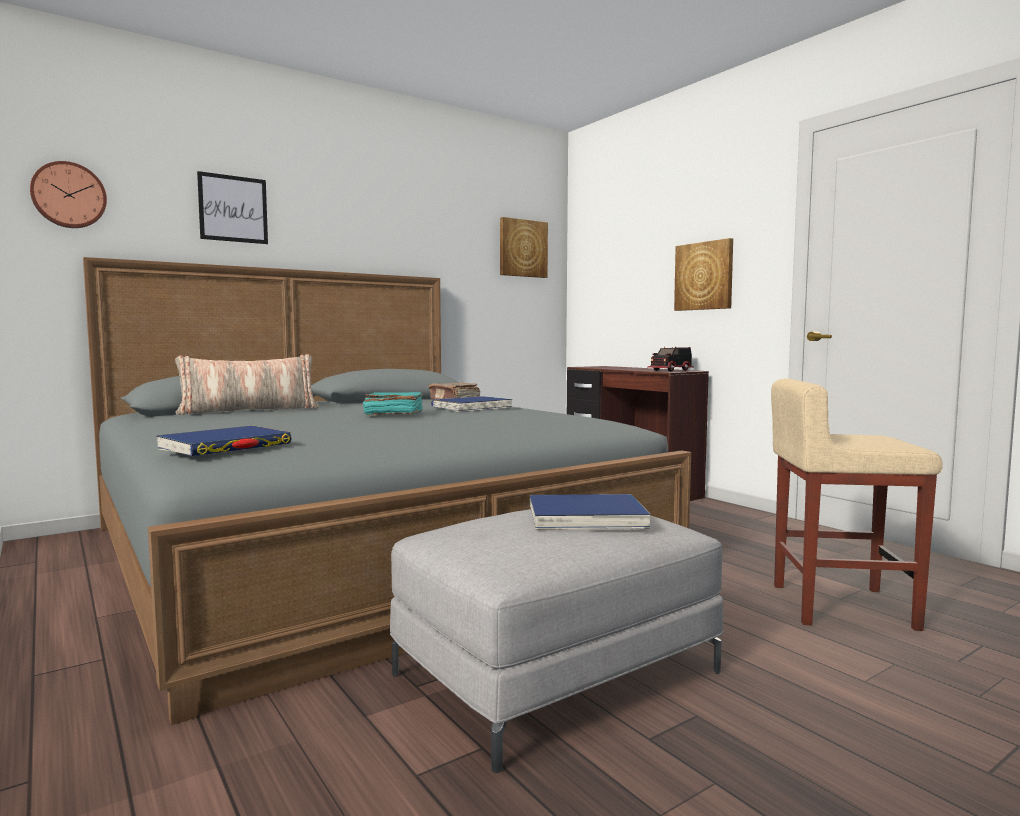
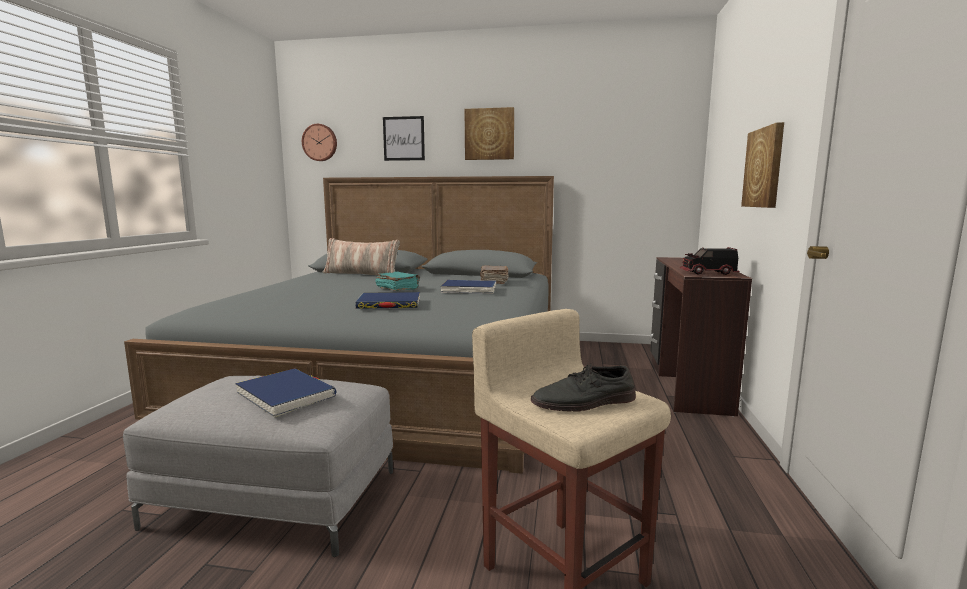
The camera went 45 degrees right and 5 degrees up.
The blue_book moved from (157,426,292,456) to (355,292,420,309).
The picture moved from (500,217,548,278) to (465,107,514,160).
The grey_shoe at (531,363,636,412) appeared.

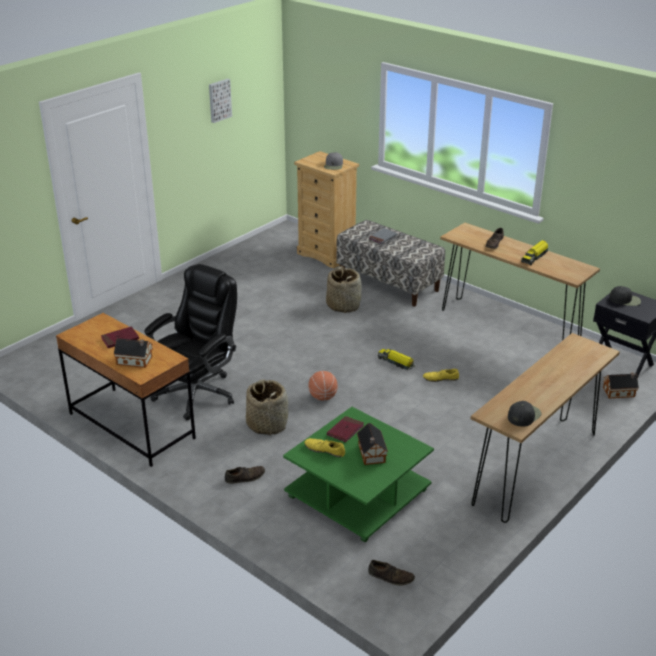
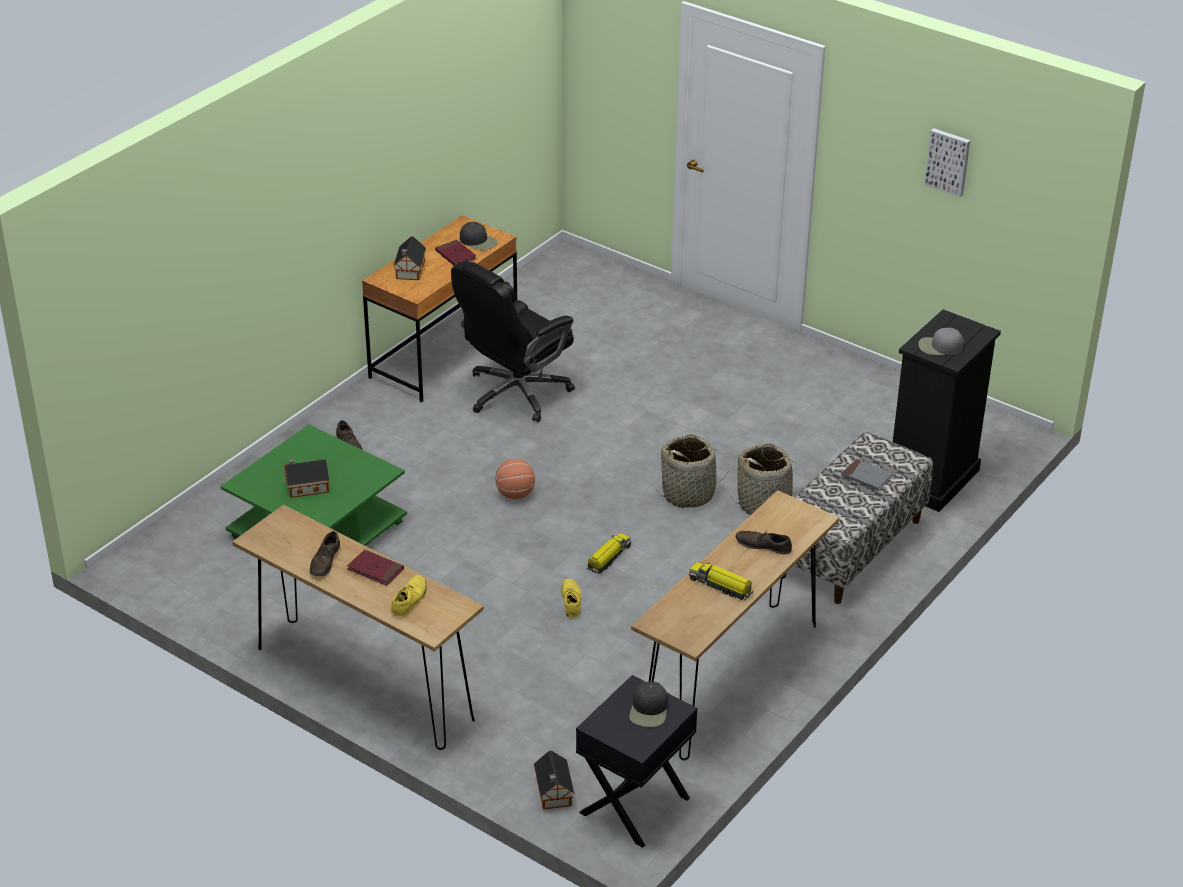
The camera went 85 degrees right and 5 degrees up.
The black_office_chair at (144,264,237,420) turned 105 degrees clockwise.
The basket moved from (246,379,288,435) to (656,434,729,508).
The beige_dresser at (294,151,359,269) became the black_dresser at (893,309,1001,512).
The yellow_shoe moved from (304,438,345,457) to (391,575,427,617).
The red_book moved from (327,416,364,442) to (347,550,404,586).
The brown_shoe moved from (368,560,415,586) to (310,531,340,576).
The black_cap moved from (508,401,541,427) to (460,222,498,250).

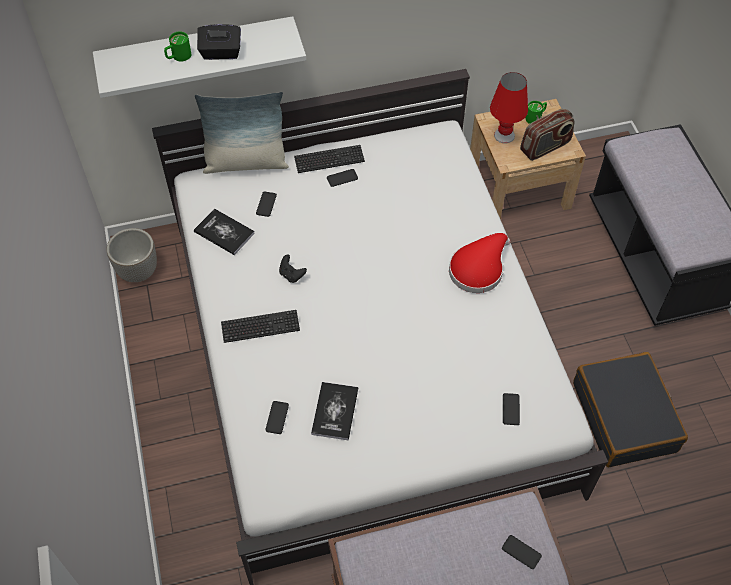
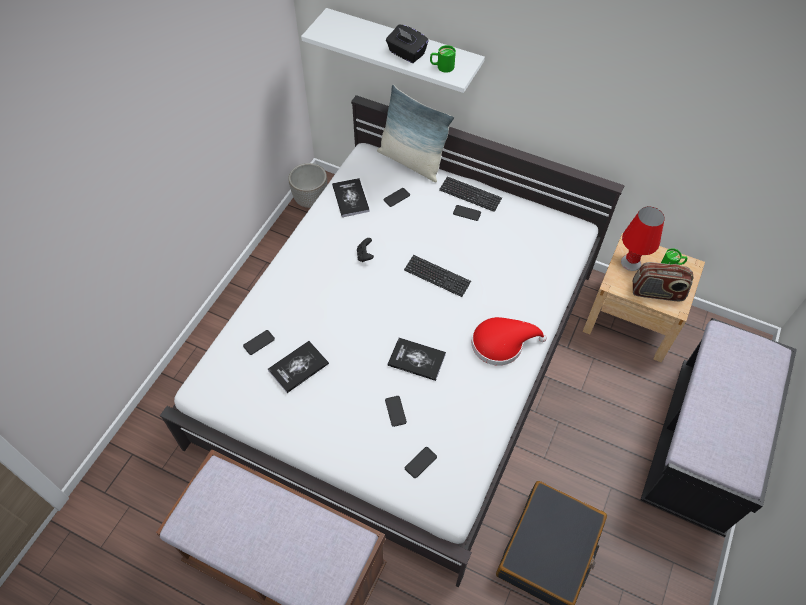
The camera went 40 degrees right and 0 degrees up.
The green_mug moved from (164,32,191,61) to (430,45,456,73).
The keyboard moved from (221,310,300,343) to (404,255,471,297).
The phone moved from (502,535,542,569) to (385,396,407,427).
The book at (388,338,446,381) appeared.

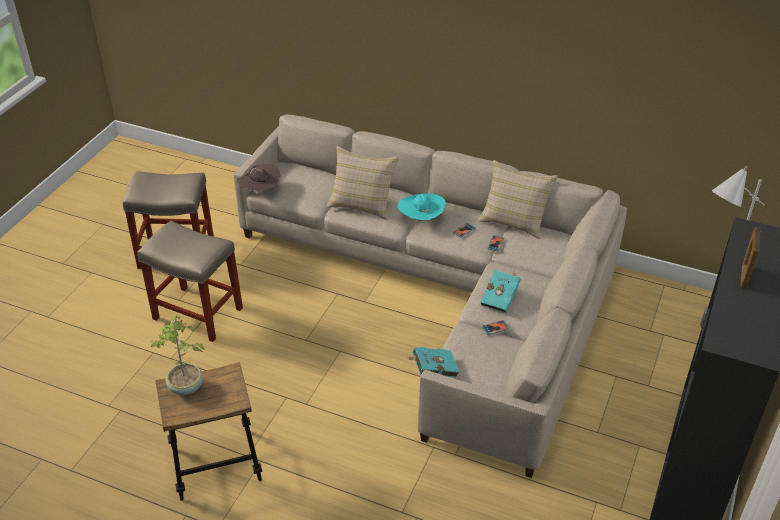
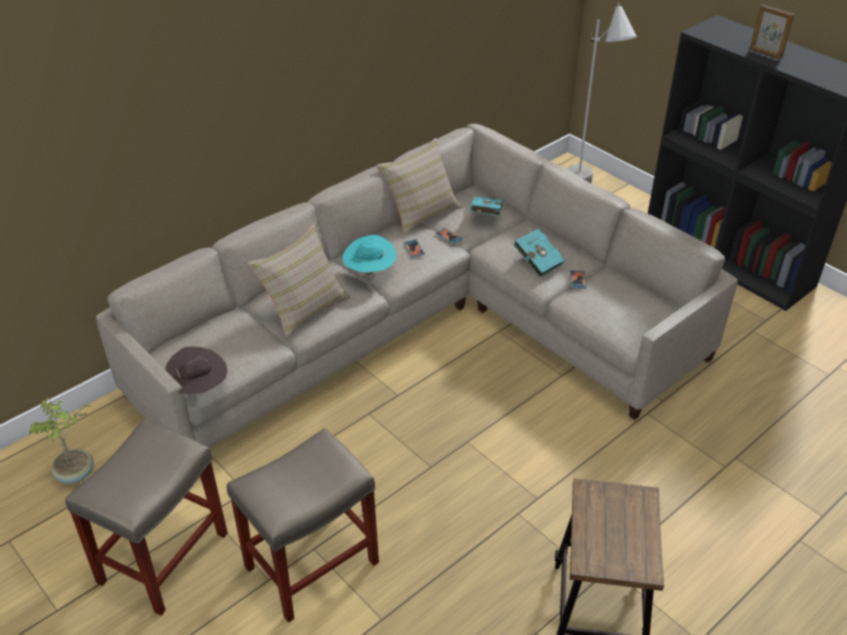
The camera went 65 degrees left and 0 degrees up.
The potted_plant moved from (150,315,205,395) to (29,397,94,484).
The turquoise_book moved from (407,347,459,377) to (470,196,503,216).

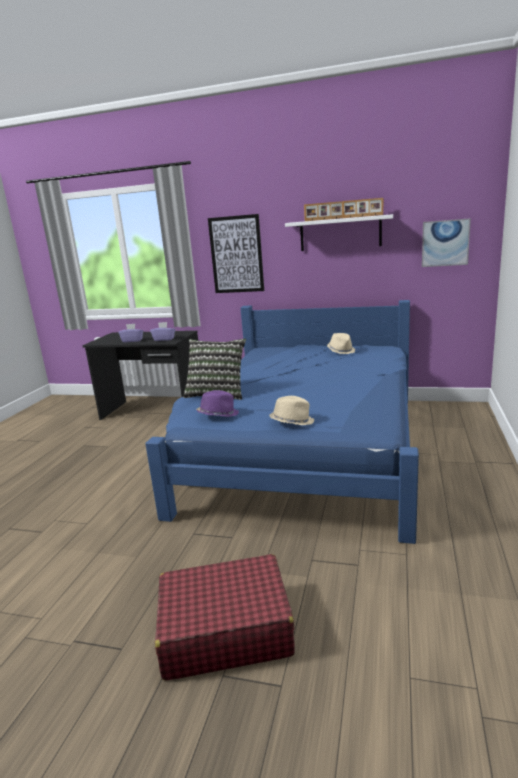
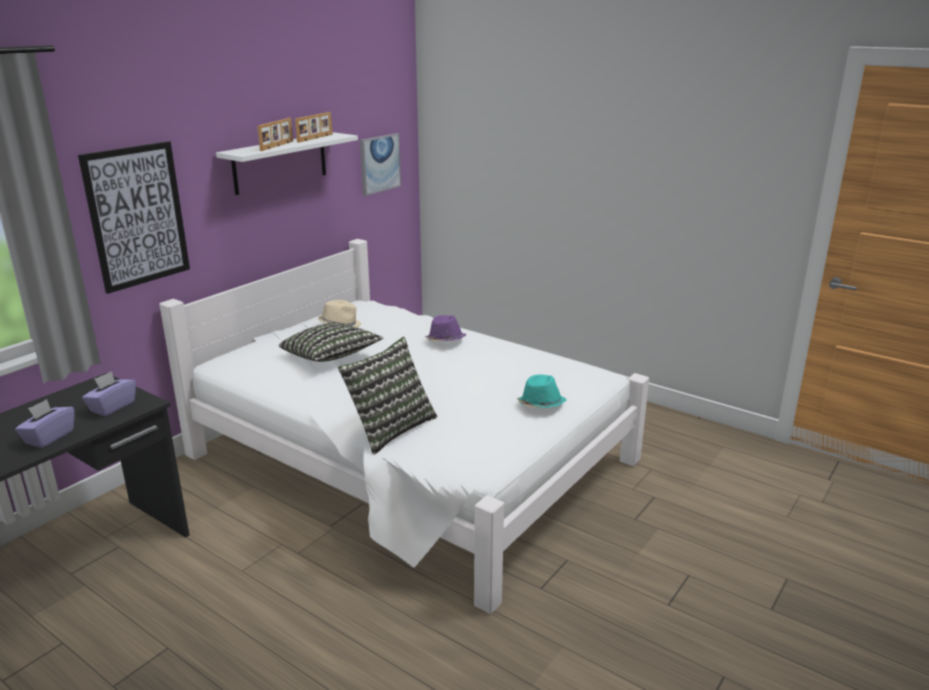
The camera went 70 degrees left and 5 degrees up.
The blue_bed at (145,300,419,544) became the white_bed at (159,239,649,614).
The red_suitcase at (155,554,295,681) disappeared.
The purple_hat moved from (196,390,239,417) to (425,315,466,341).
The beige_hat at (269,396,314,425) became the turquoise_hat at (517,375,566,408).
The pillow at (279,322,383,362) appeared.

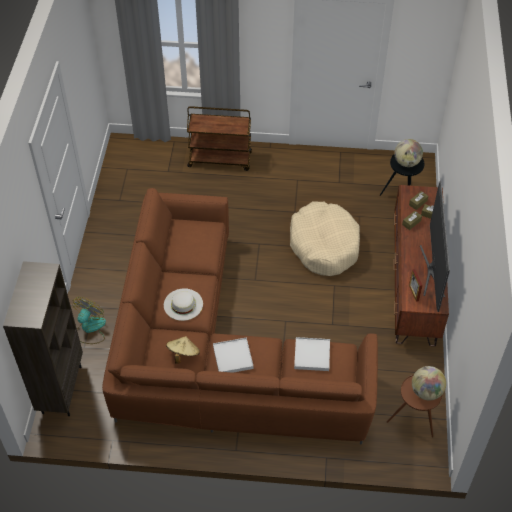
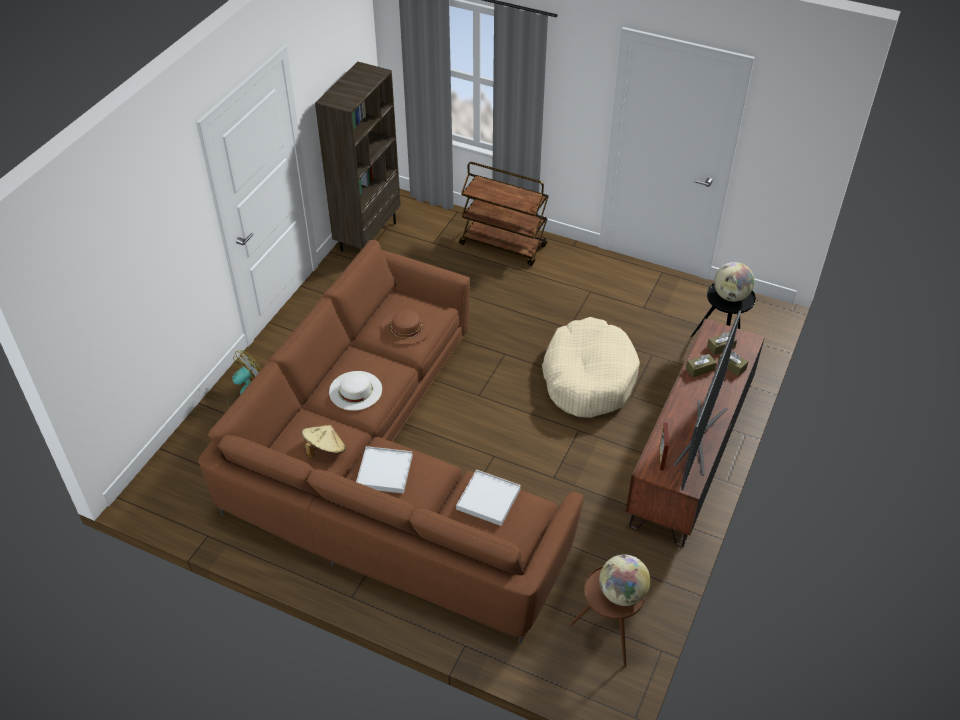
The camera went 20 degrees right and 5 degrees down.
The brown_bookcase moved from (3,261,83,416) to (315,61,401,252).
The brown_hat at (381,309,432,345) appeared.

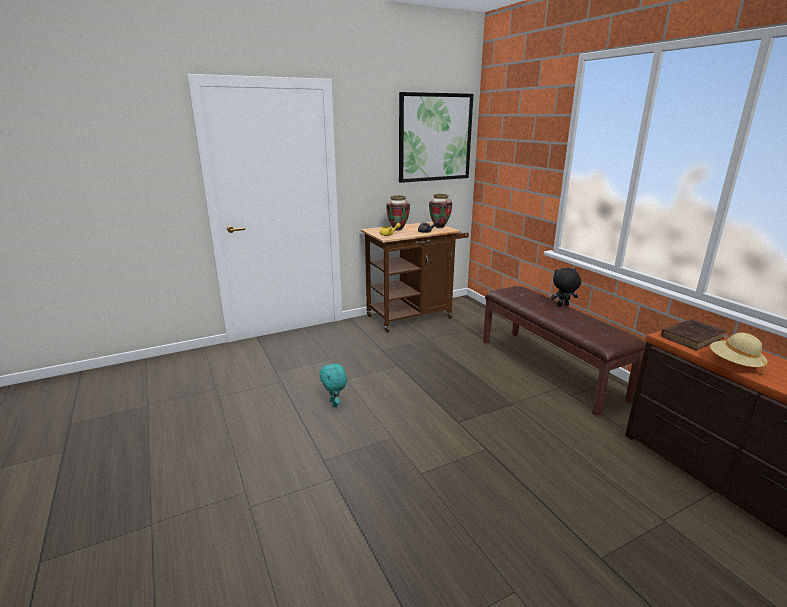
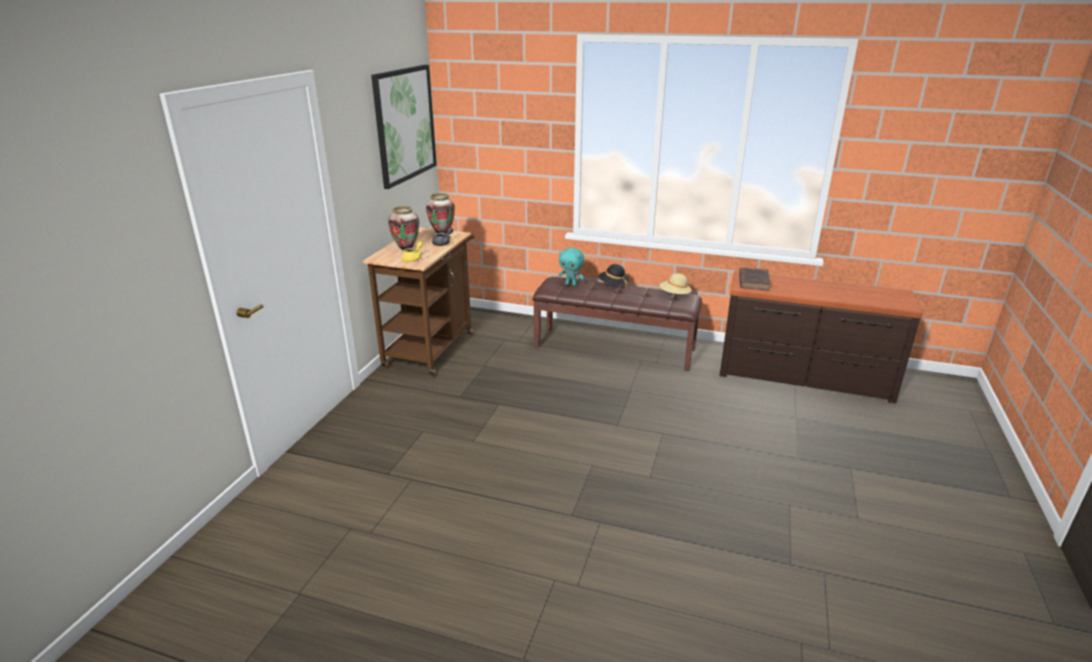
The camera went 45 degrees left and 5 degrees up.
The turquoise_plush_toy moved from (319,364,347,407) to (558,248,584,286).
The black_plush_toy at (551,268,581,306) was replaced by the black_hat at (598,264,629,289).
The beige_hat moved from (710,333,768,375) to (660,273,692,294).

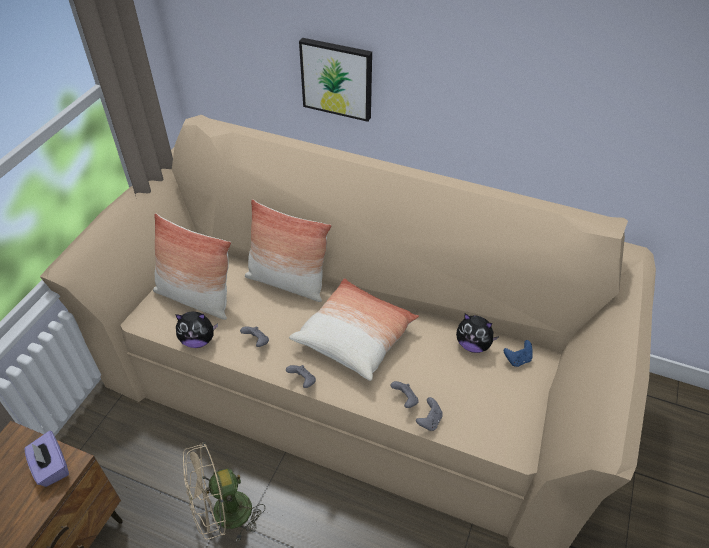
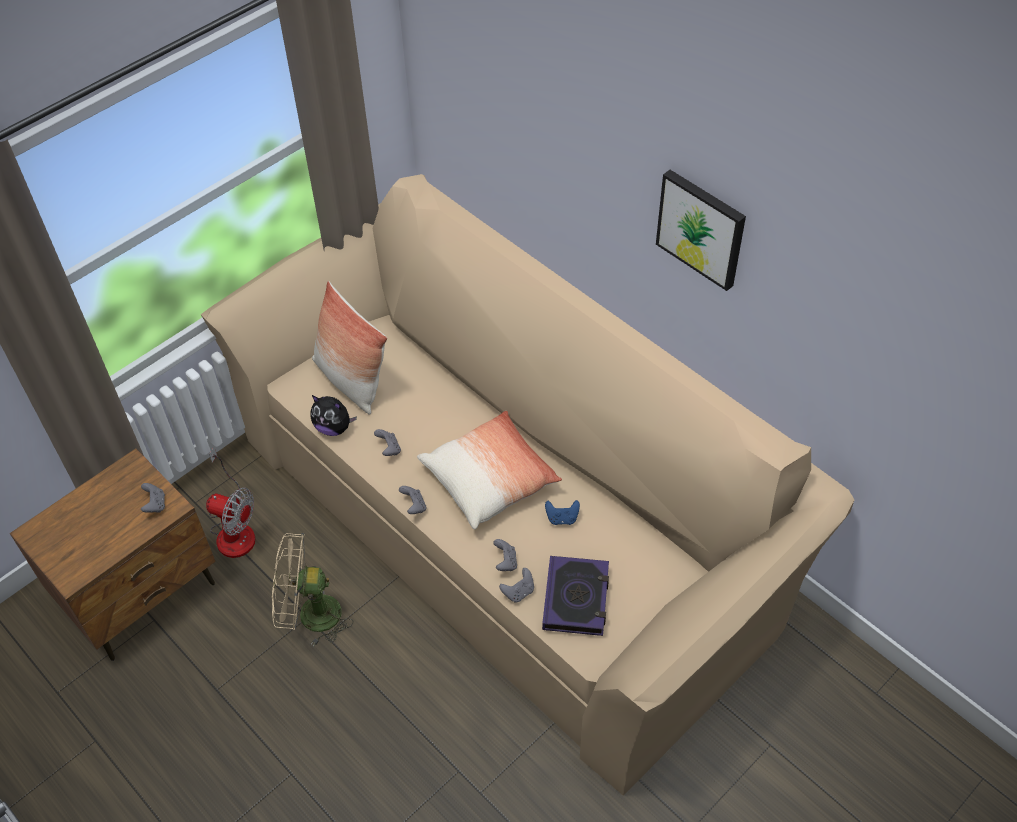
The camera went 25 degrees right and 5 degrees up.
The purple_tissue_box at (25,431,69,487) was replaced by the grey_game_controller at (141,483,165,513).
The pillow at (245,199,332,302) disappeared.
The picture moved from (299,38,372,122) to (656,170,746,291).
The plush_toy at (456,314,499,353) disappeared.
The blue_game_controller moved from (504,340,533,367) to (545,500,580,525).
The fan at (206,447,256,558) appeared.
The book at (542,556,609,636) appeared.

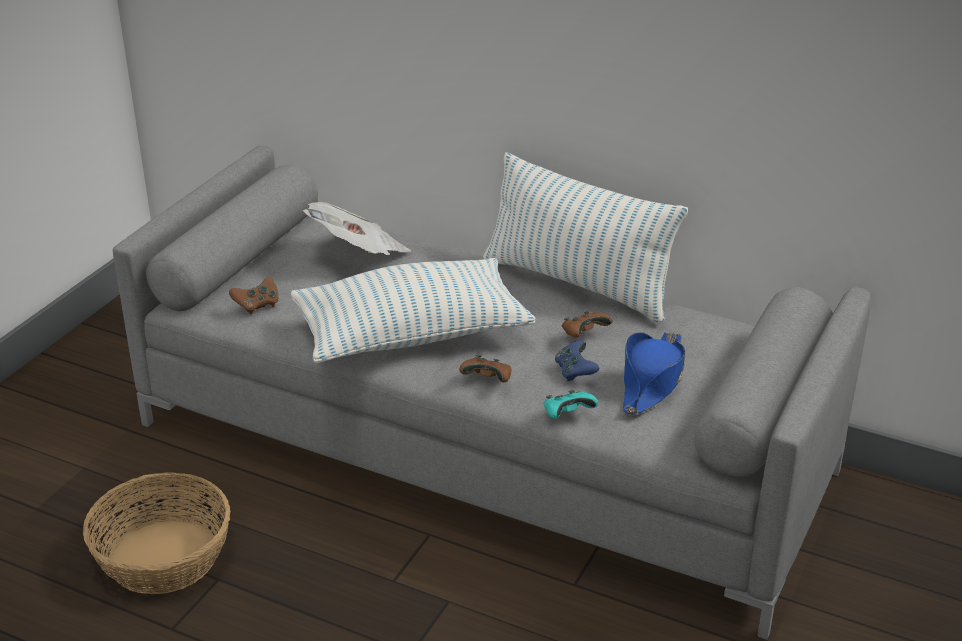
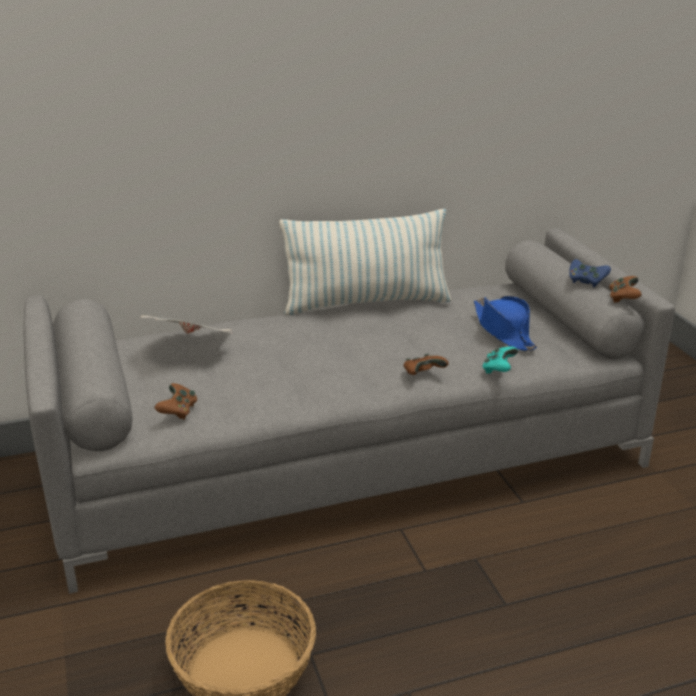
The camera went 45 degrees left and 5 degrees down.
The pillow at (291,257,536,363) disappeared.
The blue_game_controller moved from (555,340,599,381) to (569,259,611,287).
The brown_game_controller moved from (562,311,613,338) to (609,276,642,303).

